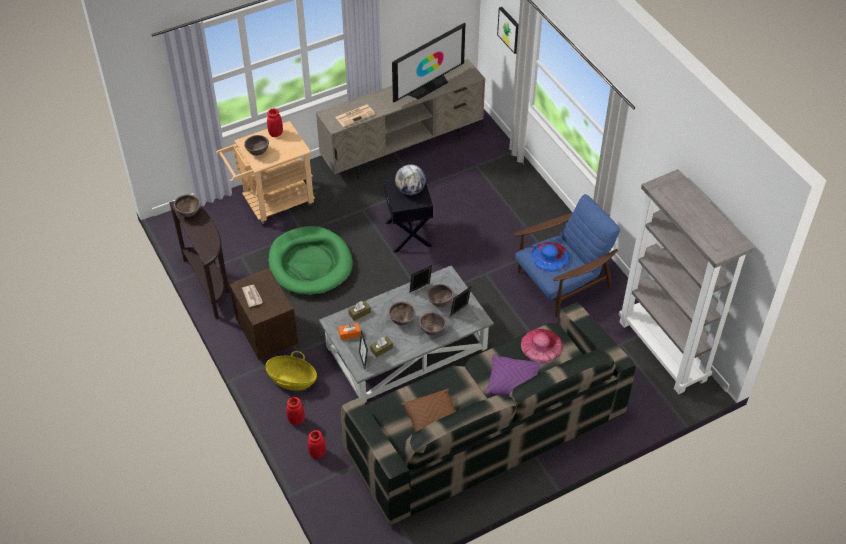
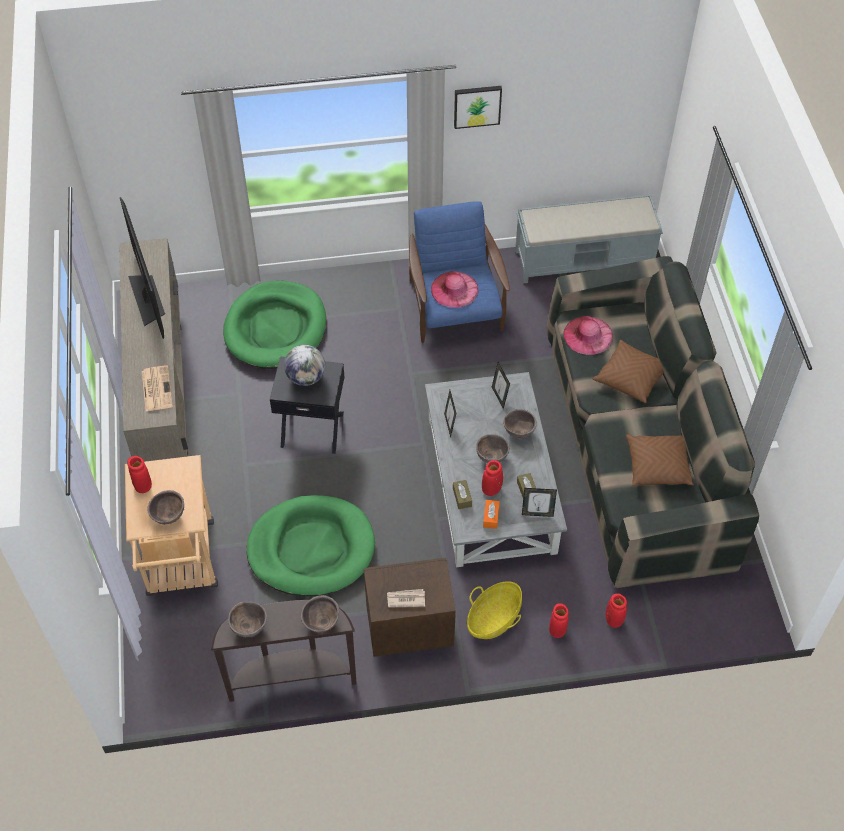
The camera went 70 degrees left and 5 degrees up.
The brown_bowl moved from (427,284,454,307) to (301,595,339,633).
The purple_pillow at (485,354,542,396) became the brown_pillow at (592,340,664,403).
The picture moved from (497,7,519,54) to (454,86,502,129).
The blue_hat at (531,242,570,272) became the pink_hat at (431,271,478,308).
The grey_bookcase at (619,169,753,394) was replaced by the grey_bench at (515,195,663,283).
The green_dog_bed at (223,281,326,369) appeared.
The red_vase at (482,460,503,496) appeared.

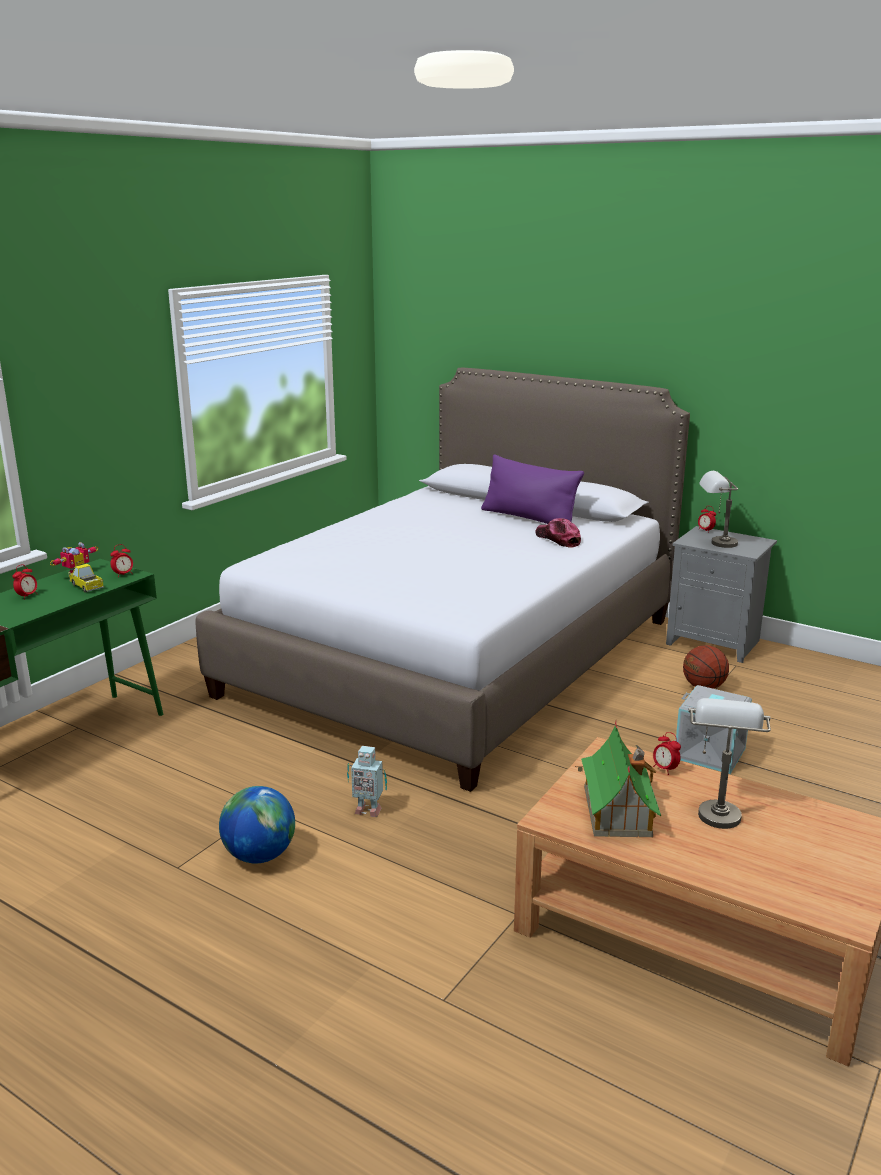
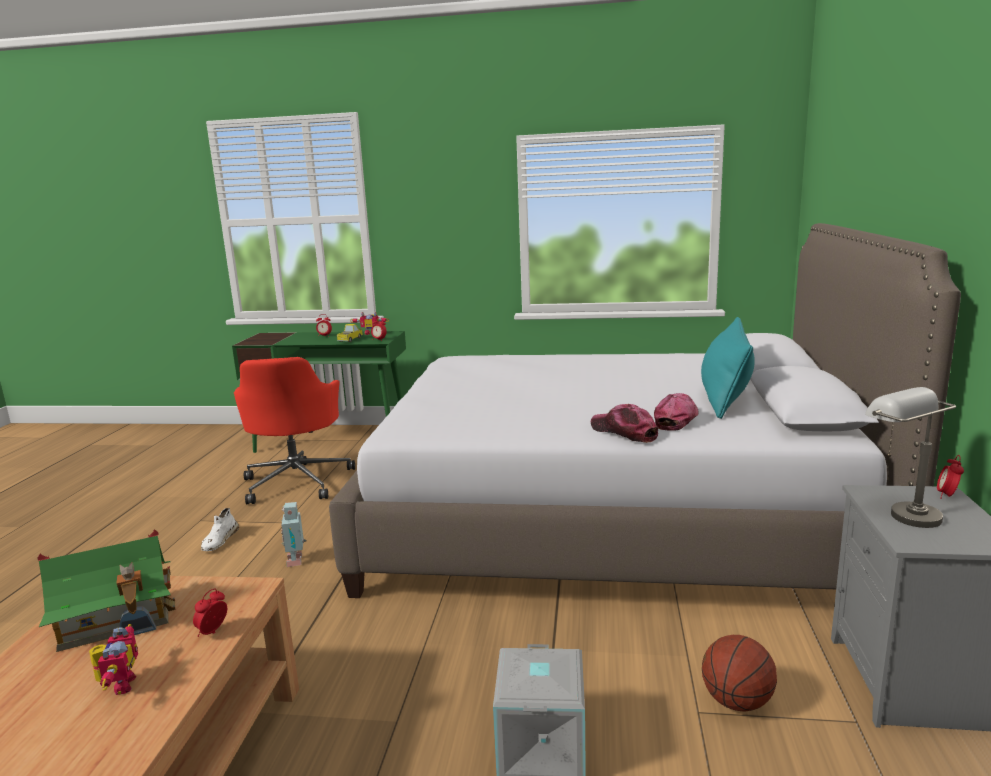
The camera went 65 degrees right and 5 degrees down.
The globe at (219,786,295,863) was replaced by the white_shoe at (201,508,239,551).
The purple_pillow at (481,454,584,524) became the turquoise_pillow at (701,317,755,419).
The grey_table_lamp at (689,698,771,829) was replaced by the toy_robot at (89,624,138,695).
The red_office_chair at (234,357,355,504) appeared.
The cap at (591,404,658,443) appeared.

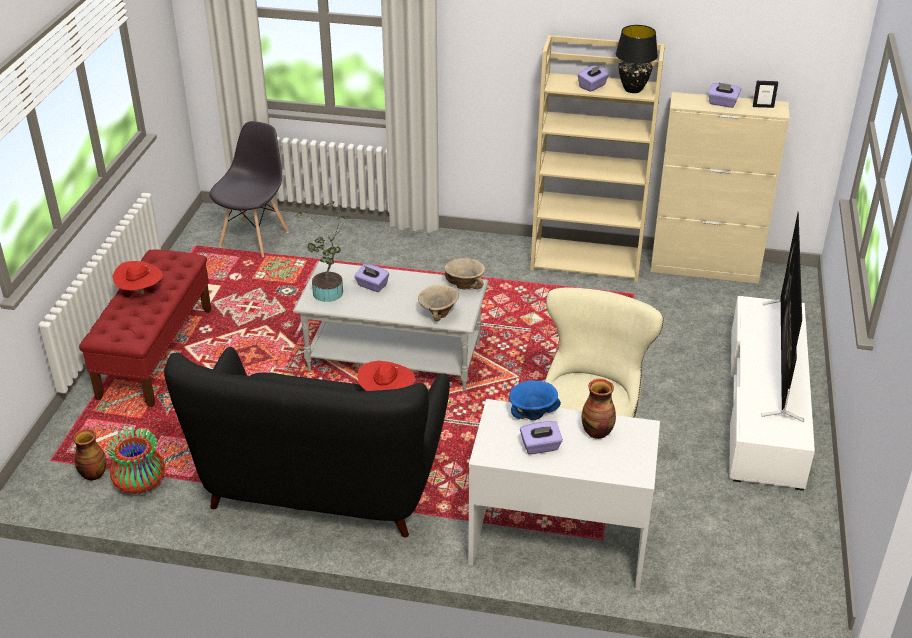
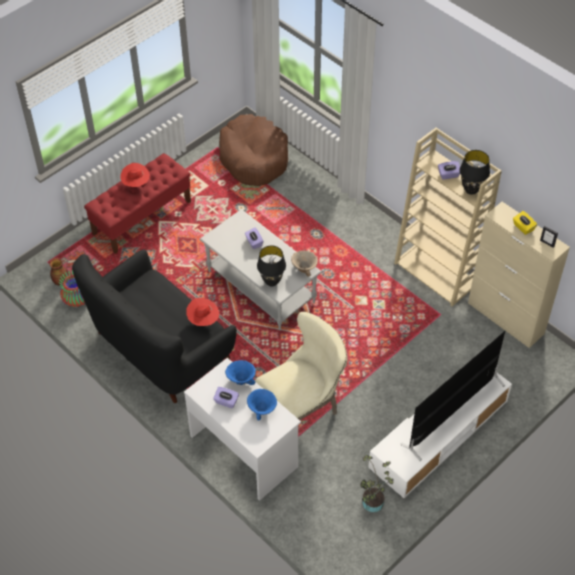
The camera went 35 degrees right and 15 degrees up.
The grey_chair at (210,121,289,257) was replaced by the brown_dog_bed at (219,114,288,186).
The potted_plant moved from (295,201,351,302) to (360,455,394,512).
The beige_bowl at (418,285,459,322) was replaced by the black_table_lamp at (257,245,286,287).
The vase at (582,379,616,439) was replaced by the blue_bowl at (247,389,277,421).
The purple_tissue_box at (708,83,741,108) became the yellow_tissue_box at (513,211,537,235).

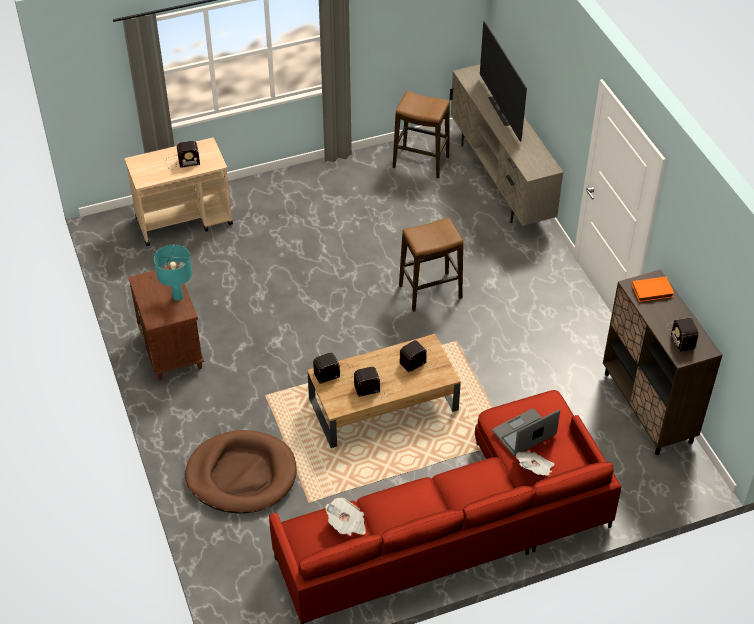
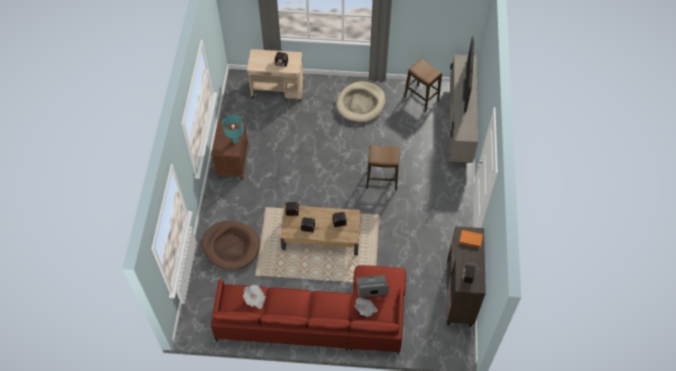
The camera went 25 degrees right and 10 degrees up.
The beige_dog_bed at (336,81,385,123) appeared.

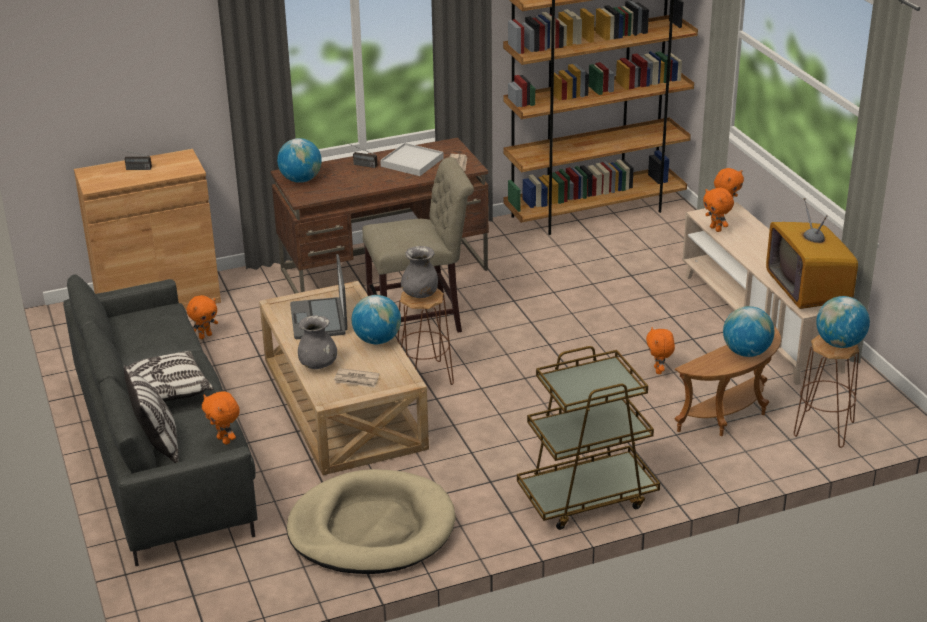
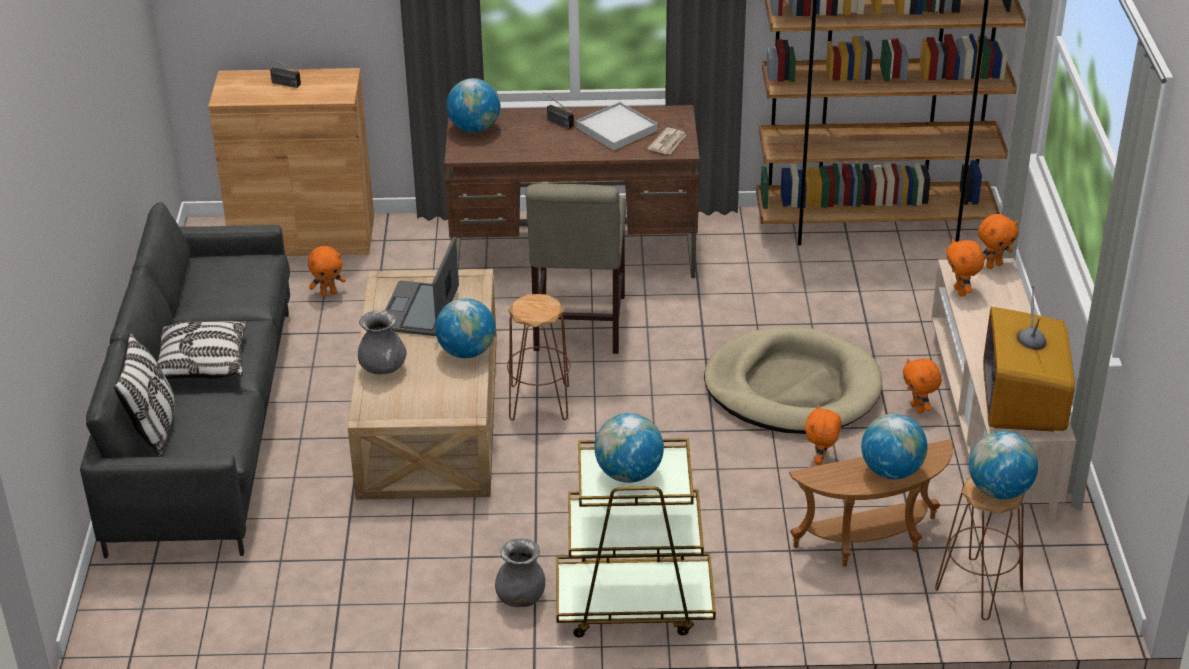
The camera went 20 degrees right and 5 degrees up.
The orange_plush_toy moved from (202,391,240,444) to (903,358,942,414).
The beige_dog_bed moved from (287,469,456,574) to (704,326,882,434).
The newspaper at (334,368,379,388) disappeared.
The beige_chair at (362,157,474,332) turned 90 degrees clockwise.
The grey_vase moved from (401,246,438,298) to (495,538,545,607).
The globe at (595,413,664,483) appeared.

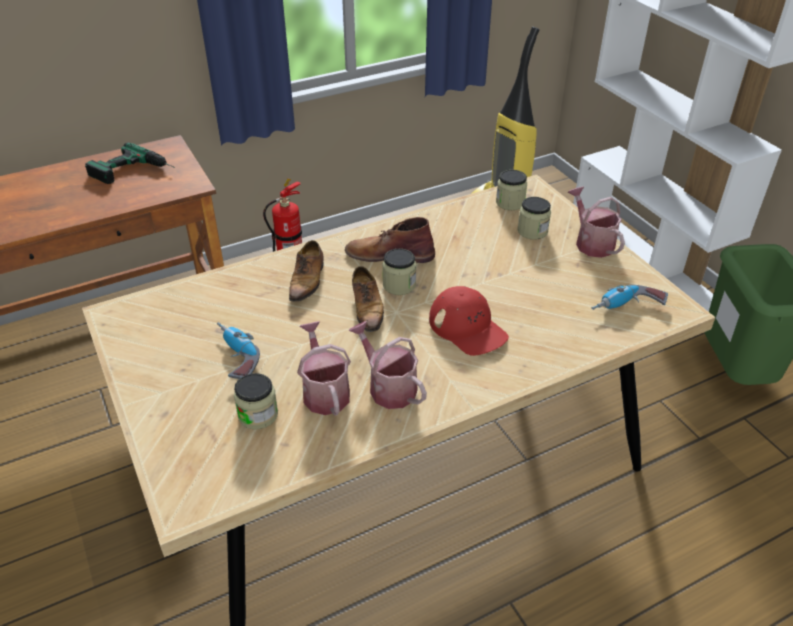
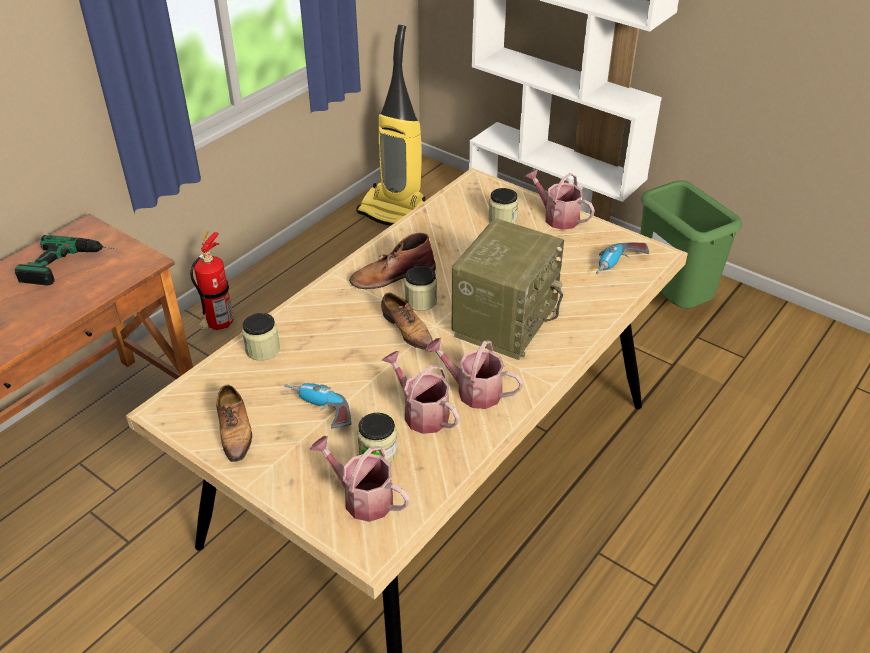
The camera went 25 degrees left and 0 degrees up.
The shoe moved from (289,240,324,306) to (216,385,252,462).
The red_cap at (429,286,509,356) was replaced by the radio at (452,218,564,360).
The jar moved from (496,170,527,210) to (242,313,280,361).
The watering_can at (310,436,410,522) appeared.

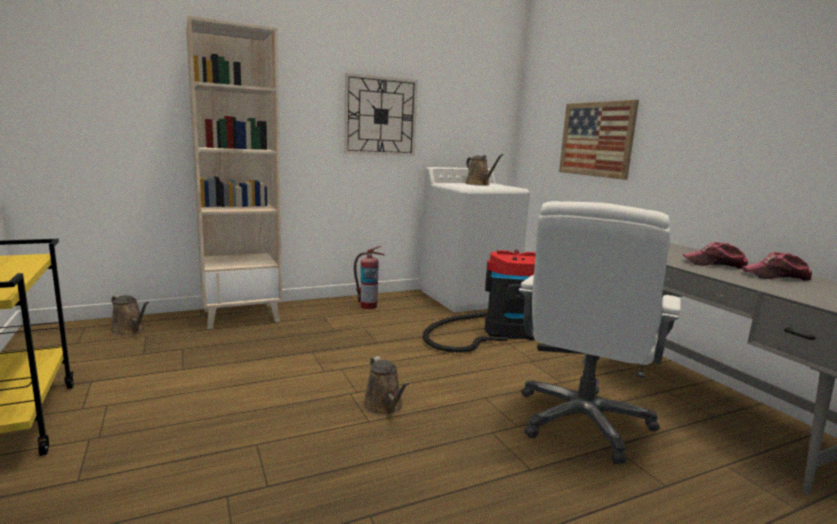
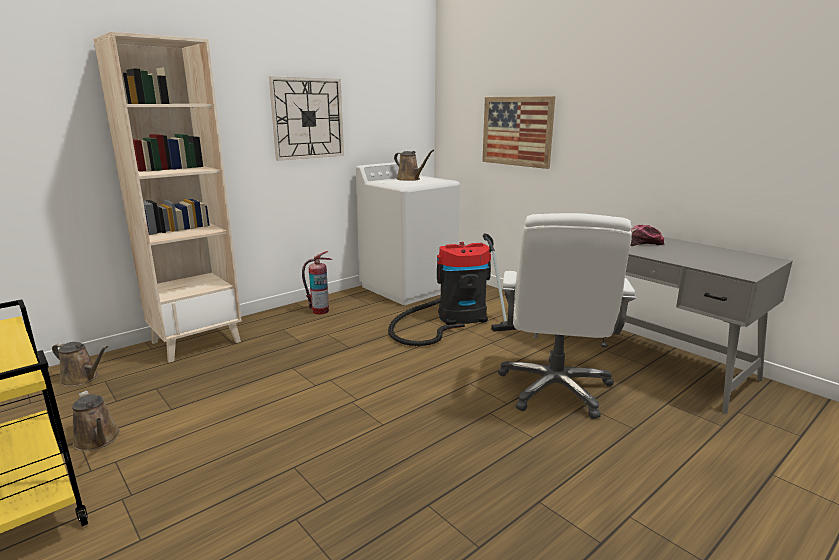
The camera went 15 degrees left and 5 degrees up.
The brown_watering_can moved from (363,356,409,416) to (72,390,120,451).
The cap at (742,252,812,281) disappeared.

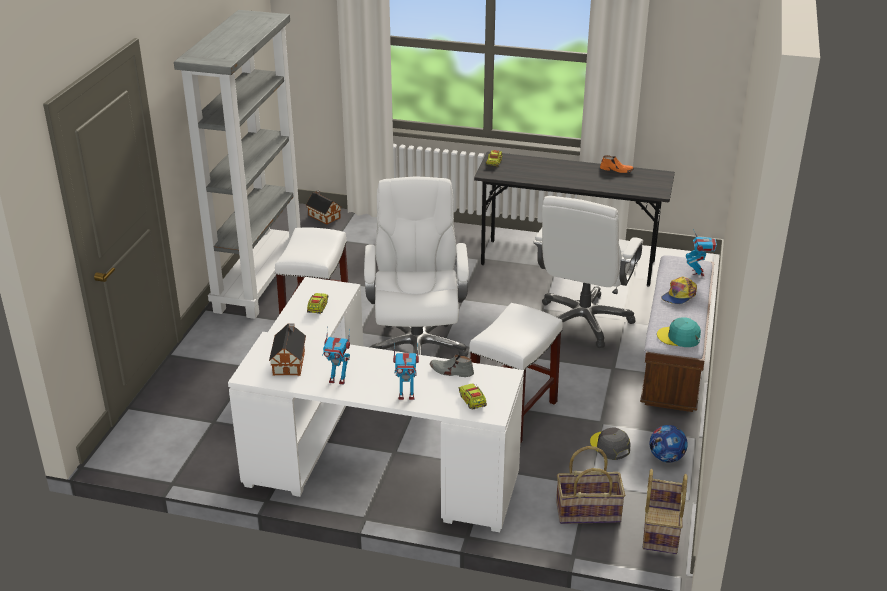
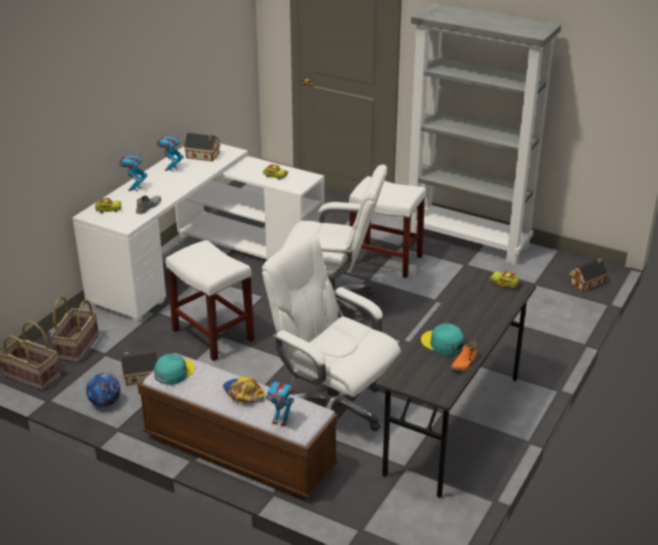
The camera went 105 degrees right and 0 degrees up.
The grey_cap at (590,428,630,460) was replaced by the toy_house at (121,352,158,386).
The turquoise_cap at (421,323,464,355) appeared.

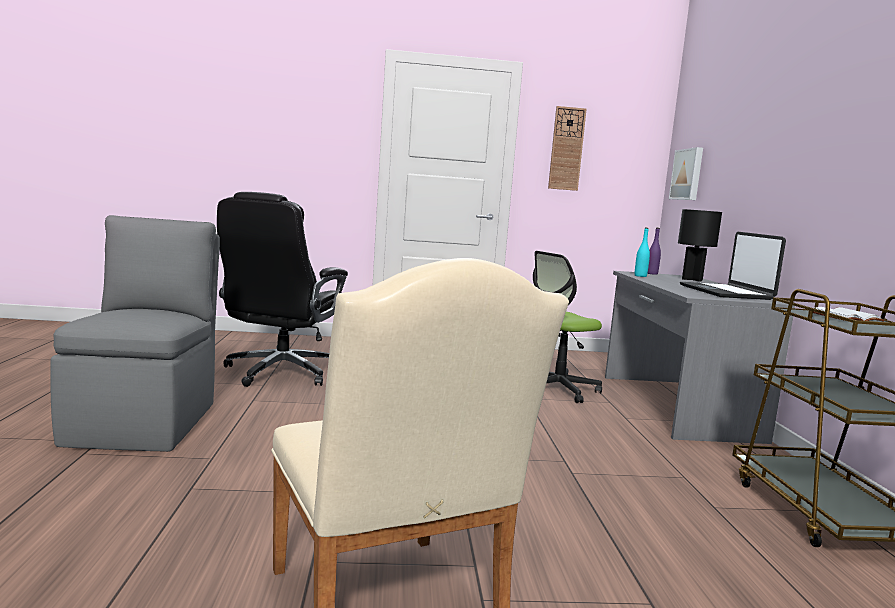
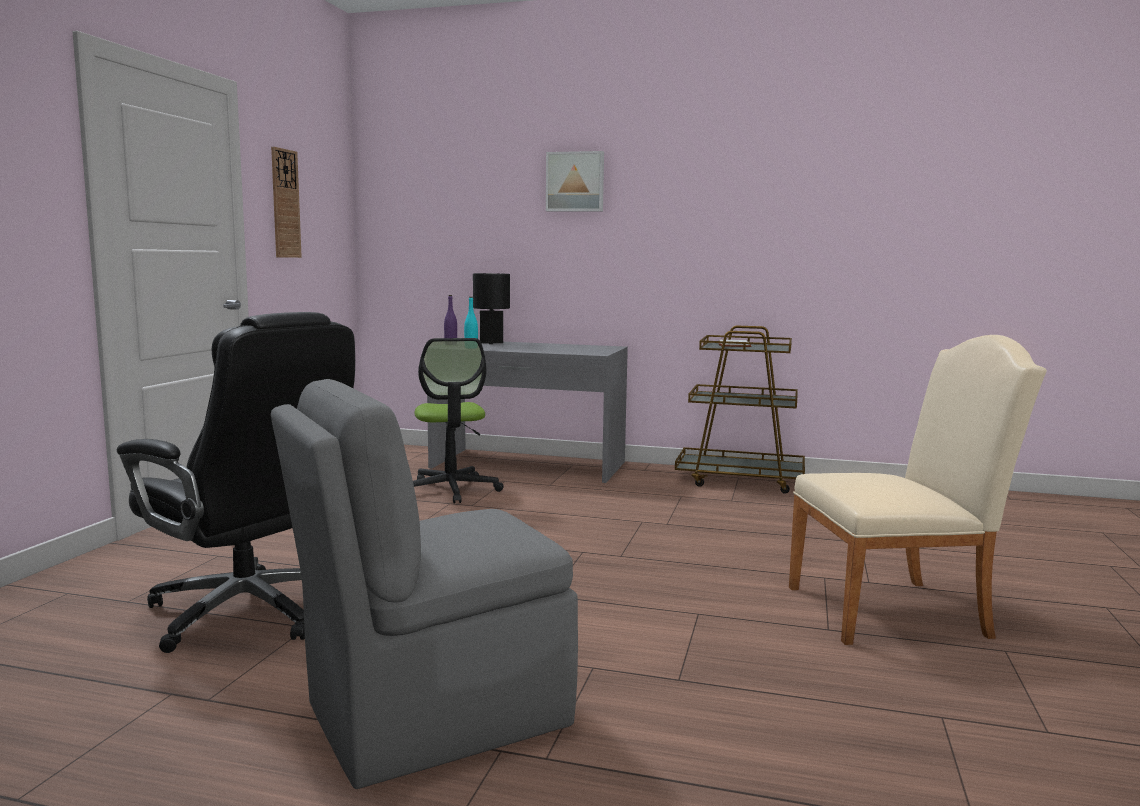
The camera went 70 degrees left and 0 degrees up.
The grey_chair at (50,215,220,452) turned 45 degrees counterclockwise.
The picture moved from (669,147,703,200) to (546,151,604,211).
The laptop at (680,232,786,300) disappeared.

